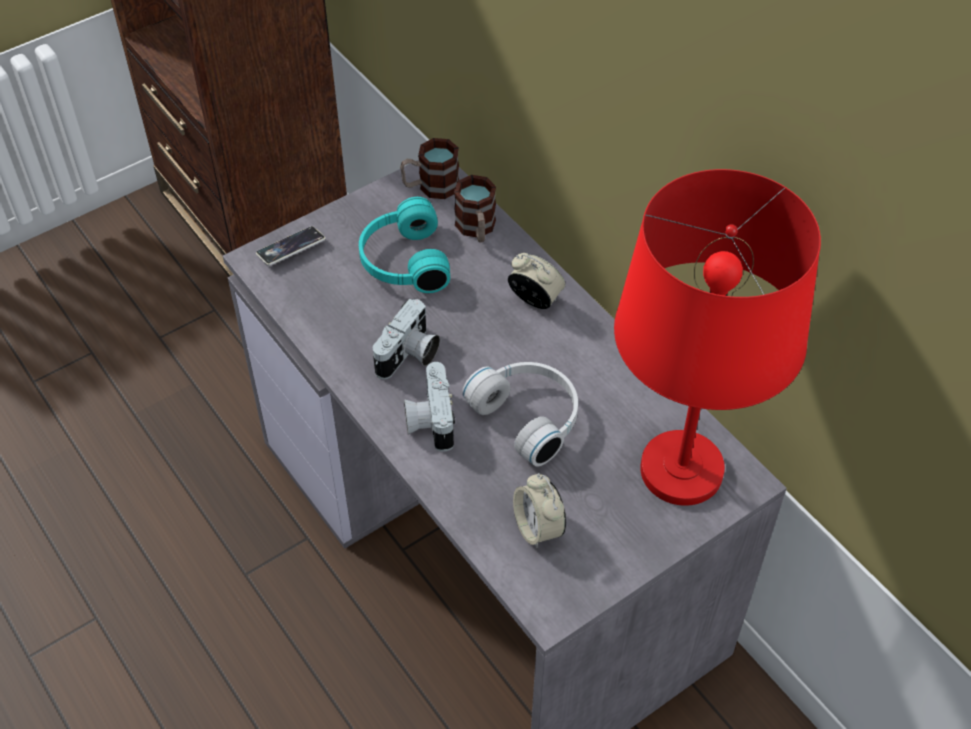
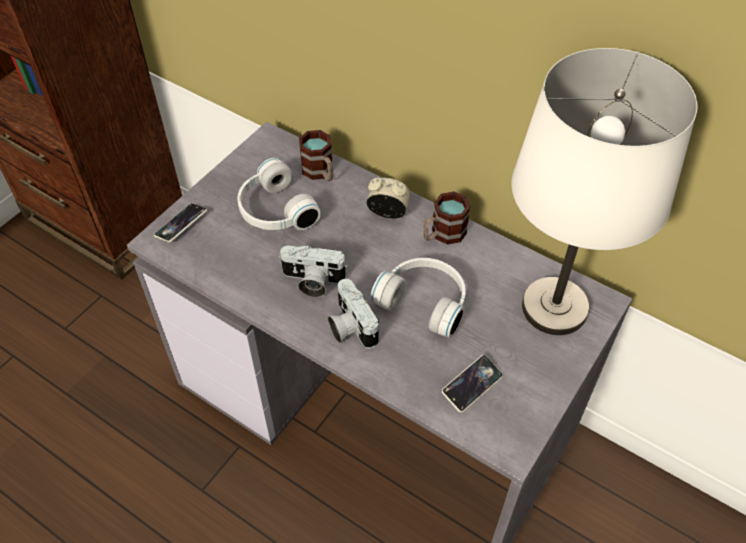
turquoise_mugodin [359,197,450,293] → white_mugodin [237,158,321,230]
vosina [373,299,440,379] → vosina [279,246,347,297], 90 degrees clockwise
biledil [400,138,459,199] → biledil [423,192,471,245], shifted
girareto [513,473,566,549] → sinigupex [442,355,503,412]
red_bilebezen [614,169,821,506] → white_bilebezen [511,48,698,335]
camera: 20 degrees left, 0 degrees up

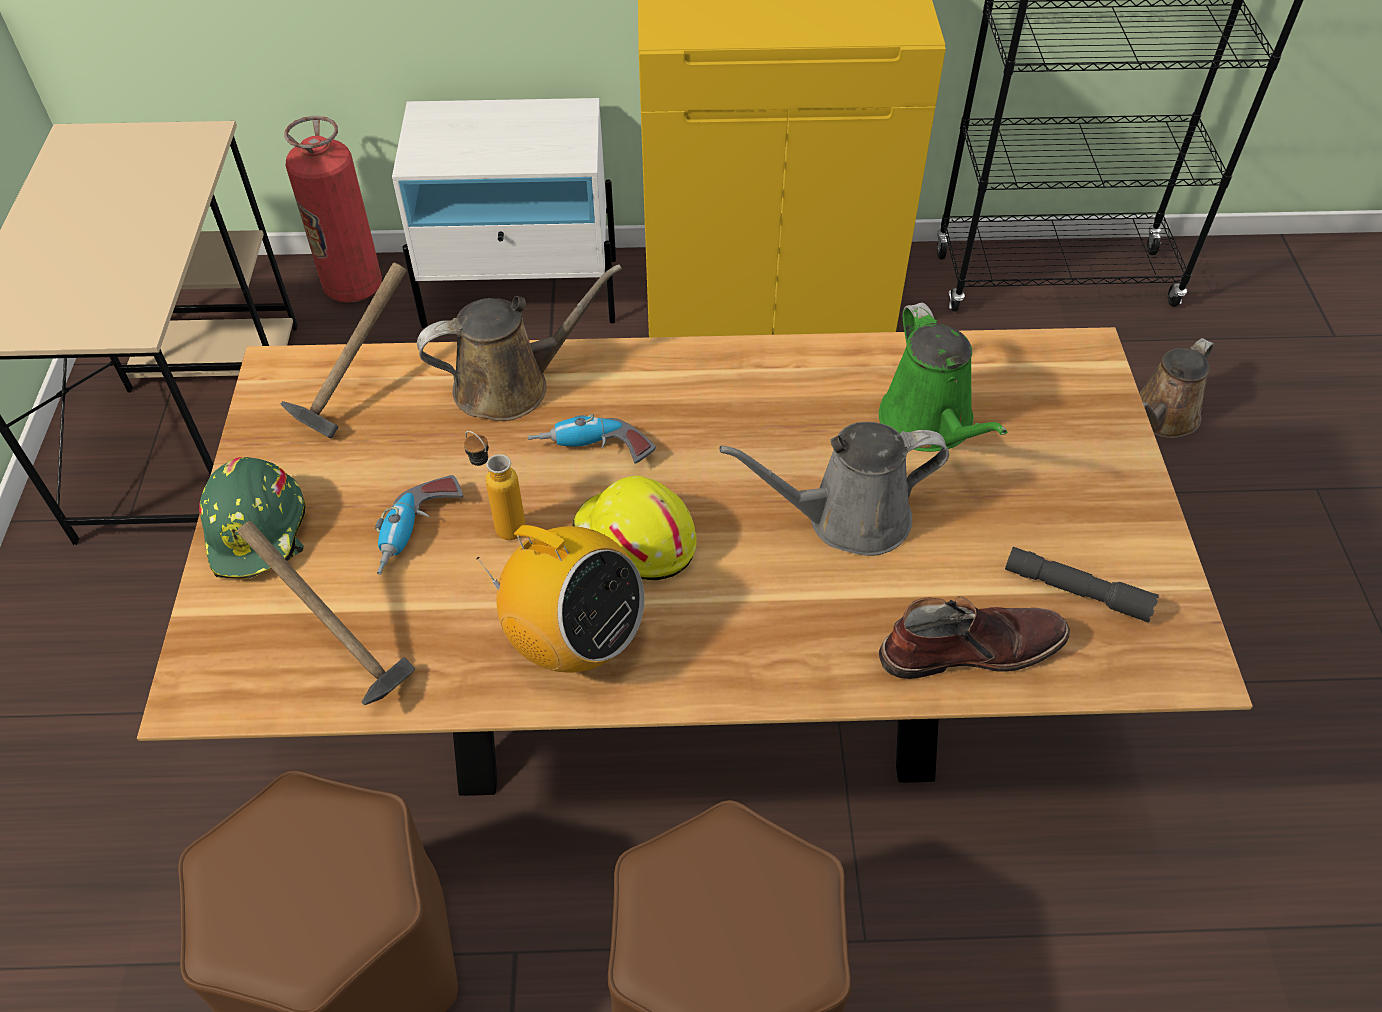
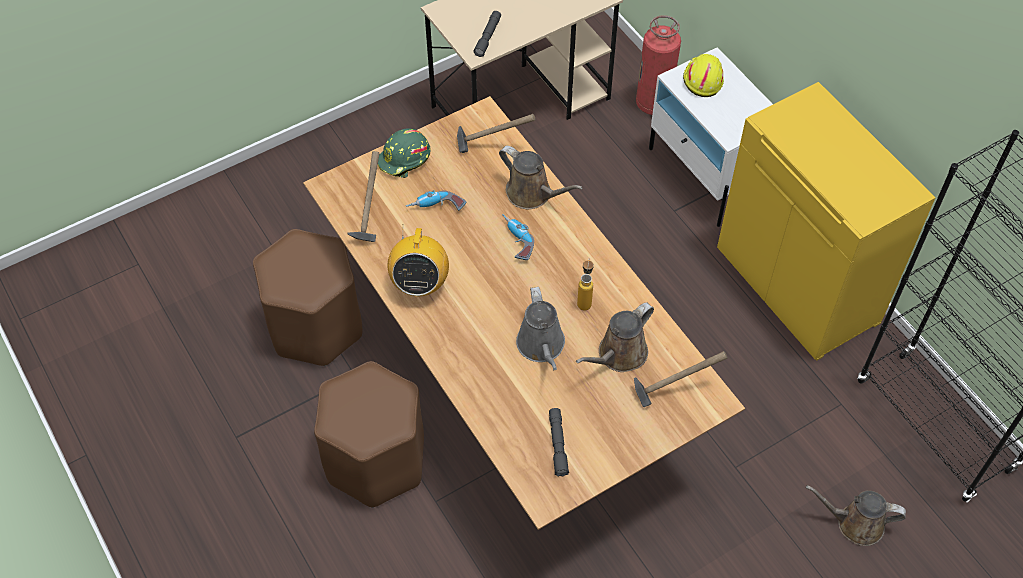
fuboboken [464,431,526,540] → fuboboken [577,260,594,311], shifted
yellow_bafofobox [573,476,697,580] → yellow_bafofobox [683,54,724,97], shifted
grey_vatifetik [719,422,949,556] → grey_vatifetik [516,287,565,370], 150 degrees counterclockwise
green_vatifetik [879,303,1007,452] → brown_vatifetik [576,303,654,372]
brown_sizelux [879,596,1070,679] → -
- → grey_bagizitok [473,11,501,57]
- → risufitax [634,351,728,407]
camera: 60 degrees right, 5 degrees up

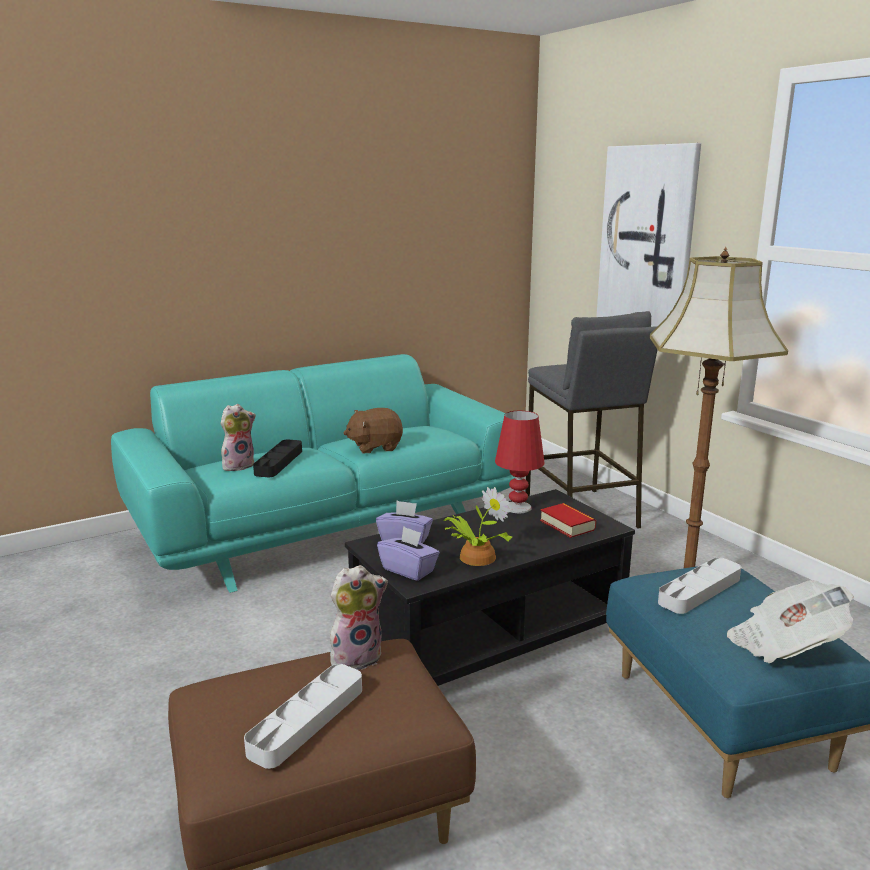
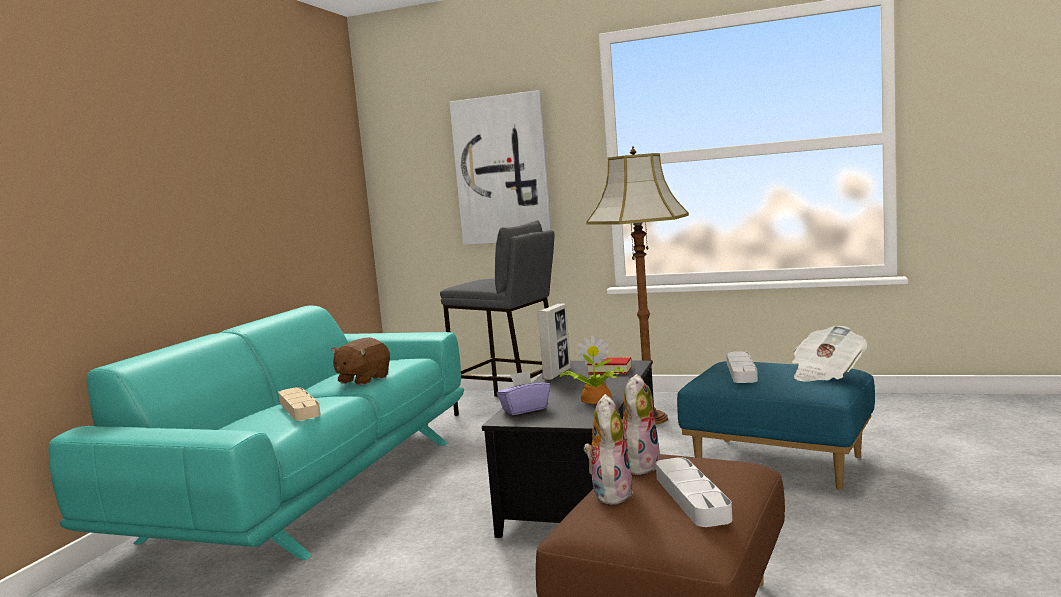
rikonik [221,404,256,471] → rikonik [584,394,633,505], shifted
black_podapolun [253,440,302,477] → beige_podapolun [278,387,321,421]
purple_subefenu [377,526,440,581] → -
red_bilebezen [495,411,545,513] → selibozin [537,303,571,380]
camera: 40 degrees left, 10 degrees down

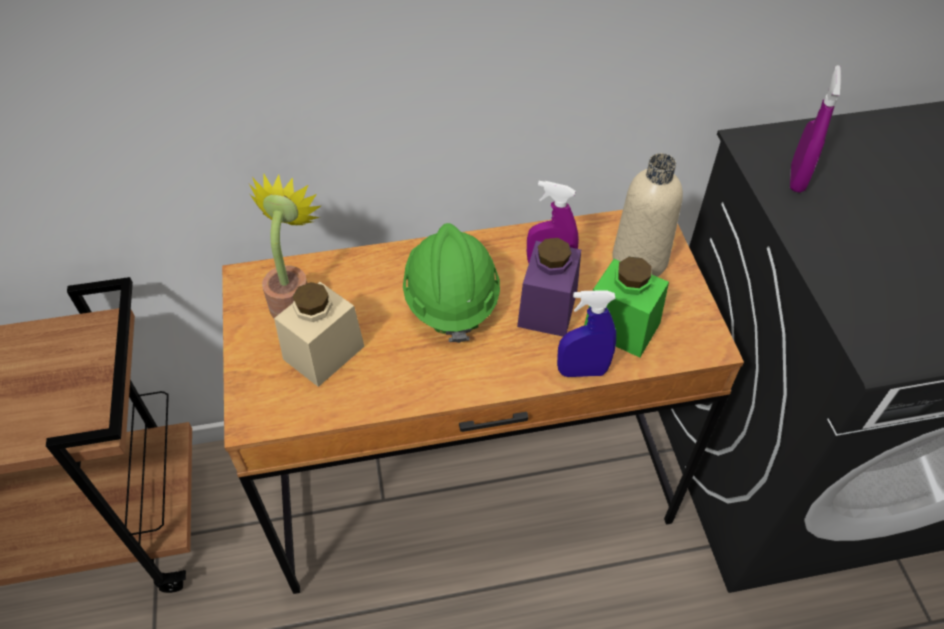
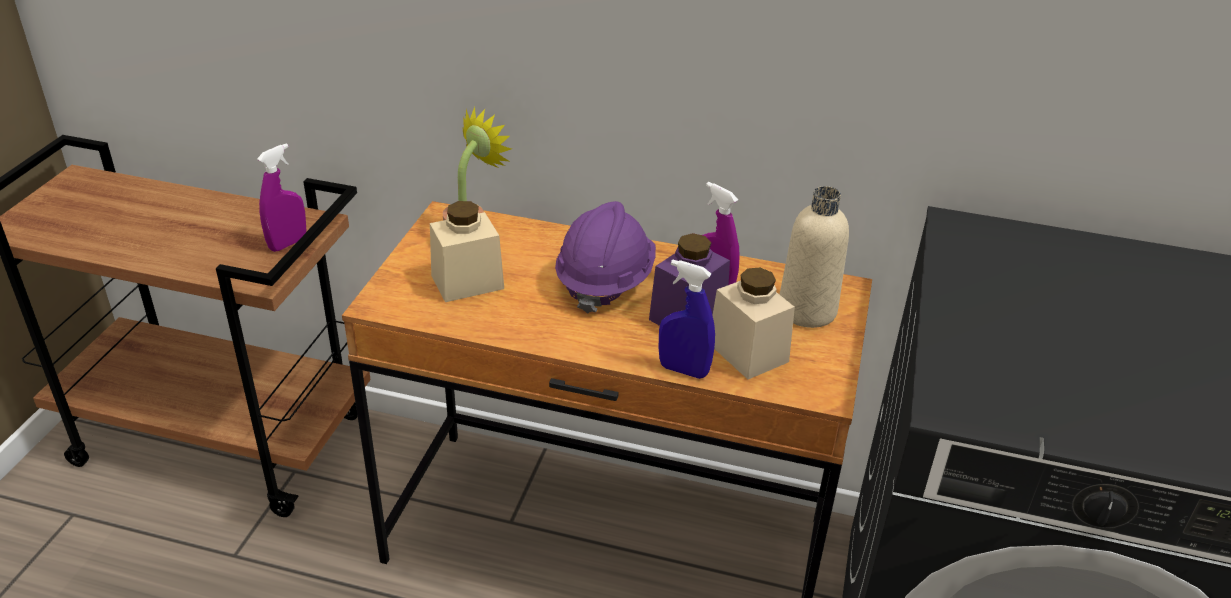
green_bafofobox [403,223,500,343] → purple_bafofobox [555,201,656,313]
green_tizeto [584,257,669,358] → beige_tizeto [712,268,795,379]
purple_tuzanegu [790,65,841,193] → purple_tuzanegu [257,143,306,252], shifted
camera: 25 degrees right, 15 degrees down

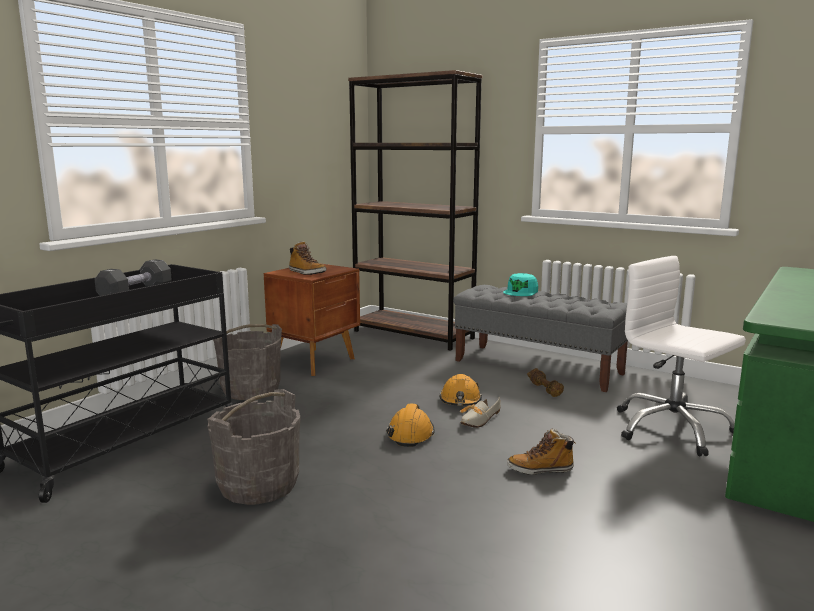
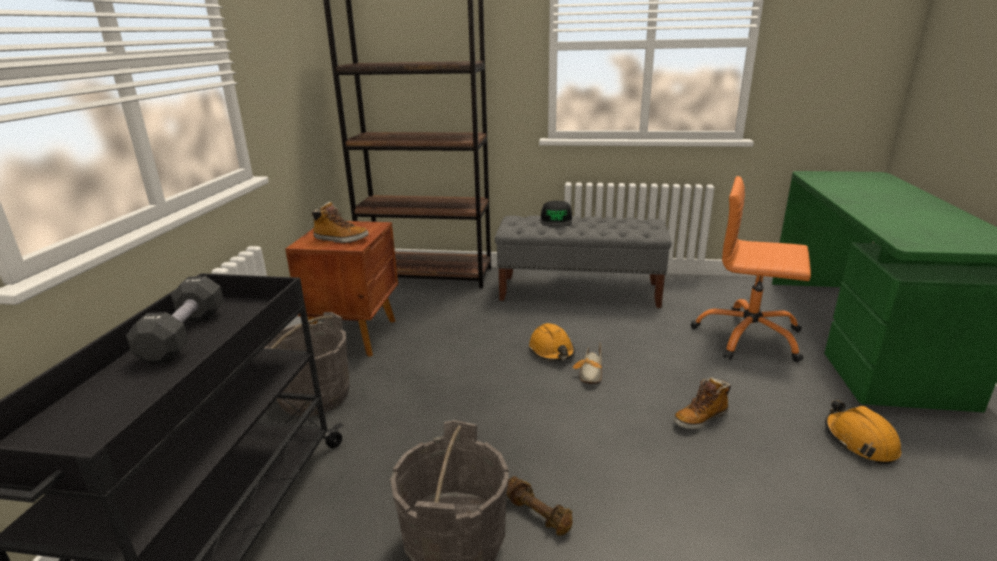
orange_bafofobox [386,403,435,447] → orange_bafofobox [825,400,901,464], shifted
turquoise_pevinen [503,273,538,296] → black_pevinen [541,201,572,227]
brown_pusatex [527,368,564,397] → brown_pusatex [507,476,573,536], shifted
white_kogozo [617,256,746,456] → orange_kogozo [691,176,811,362]
camera: 25 degrees left, 10 degrees up

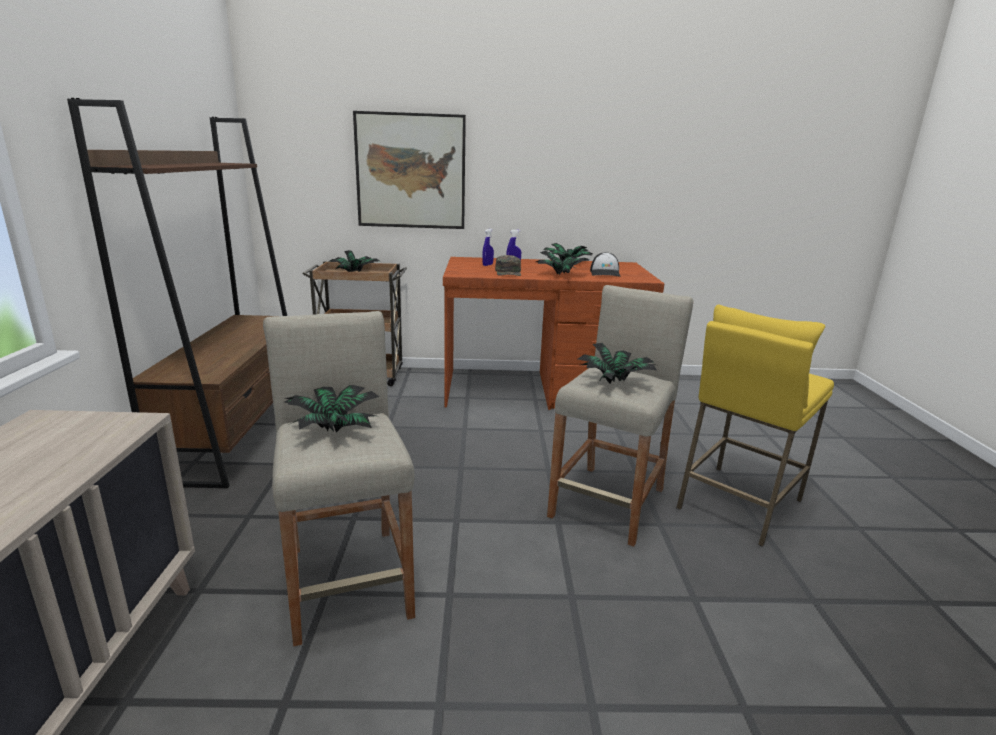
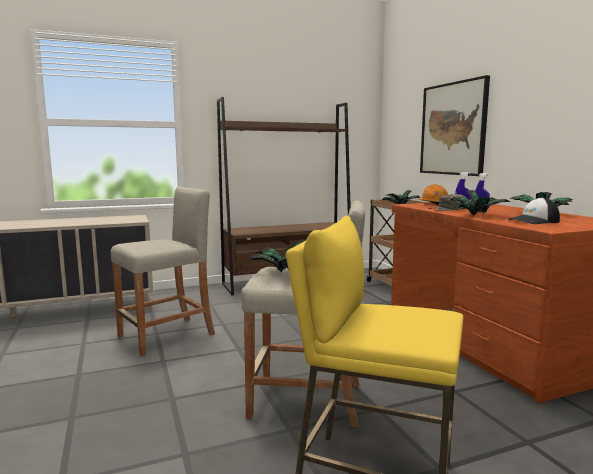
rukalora [284,385,379,433] → -
- → orange_bafofobox [418,184,448,205]
camera: 70 degrees right, 10 degrees down

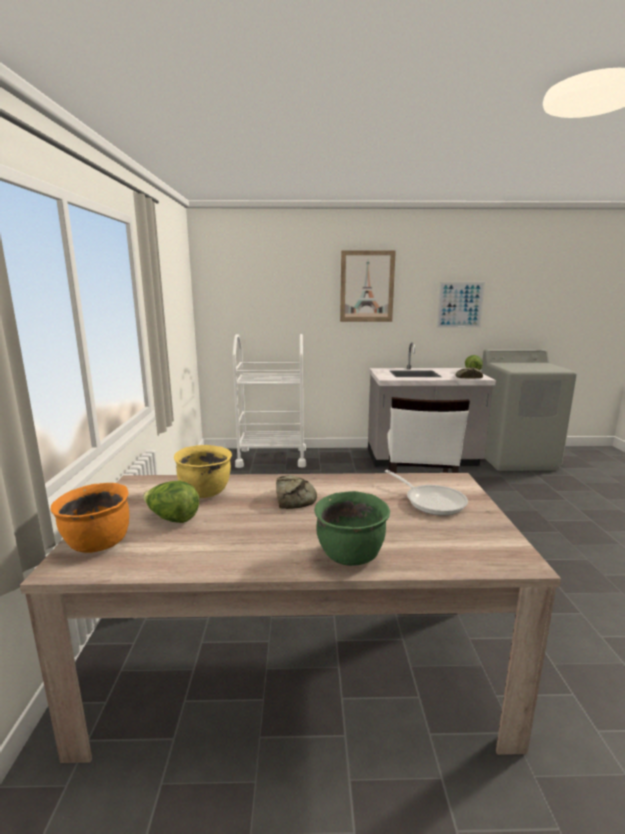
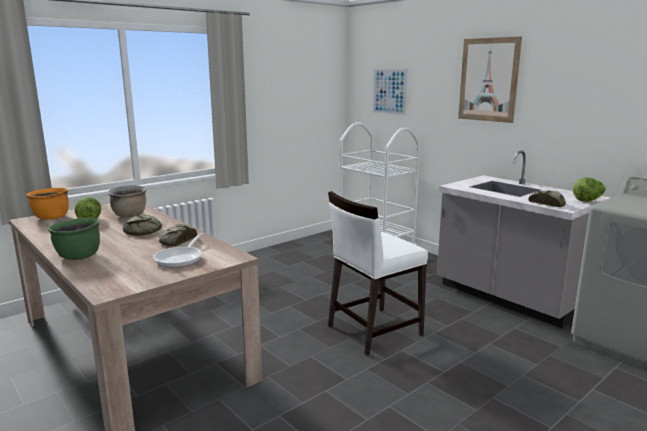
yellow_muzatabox [174,445,232,498] → brown_muzatabox [108,185,147,218]
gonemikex [436,282,485,328] → gonemikex [373,68,408,116], shifted
- → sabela [159,224,197,246]
camera: 50 degrees right, 0 degrees up

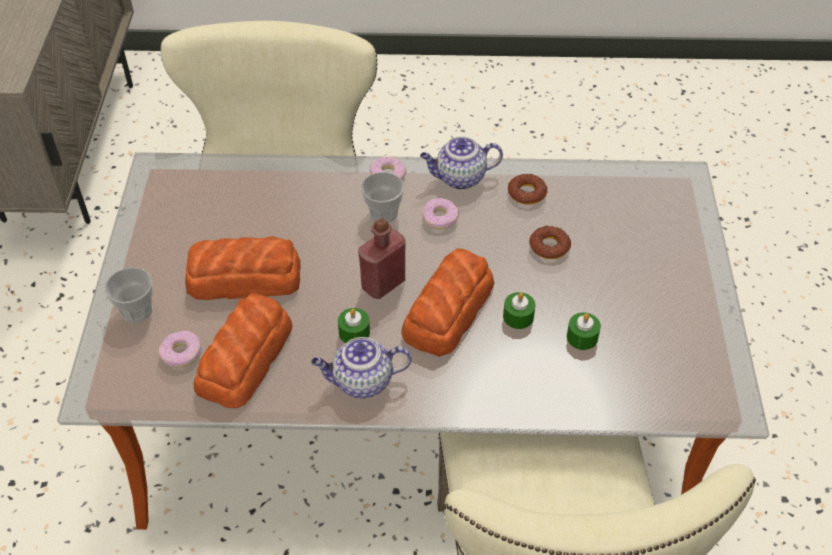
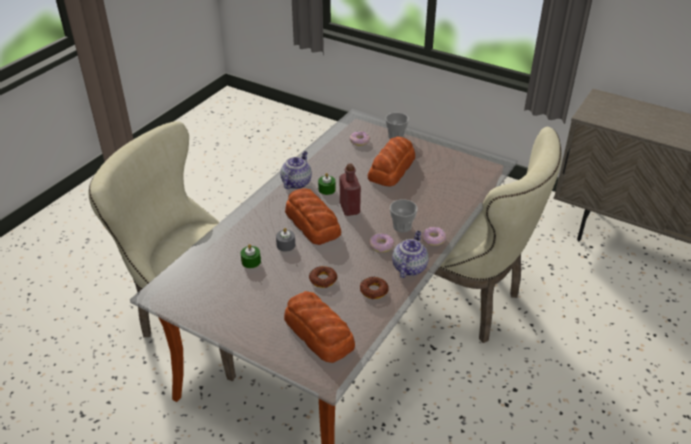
sabela [194,293,292,408] → sabela [284,291,355,363], shifted
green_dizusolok [503,292,535,329] → grey_dizusolok [276,228,295,252]
camera: 120 degrees right, 10 degrees down

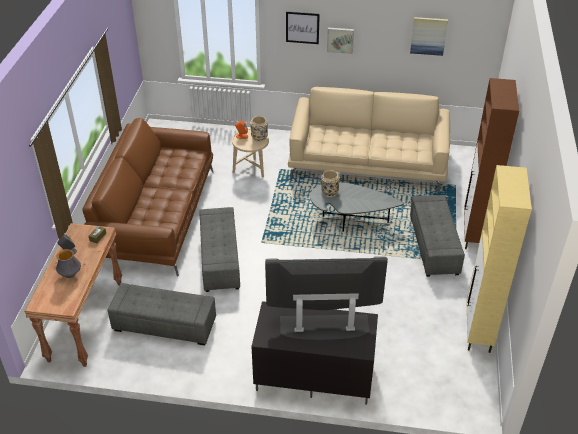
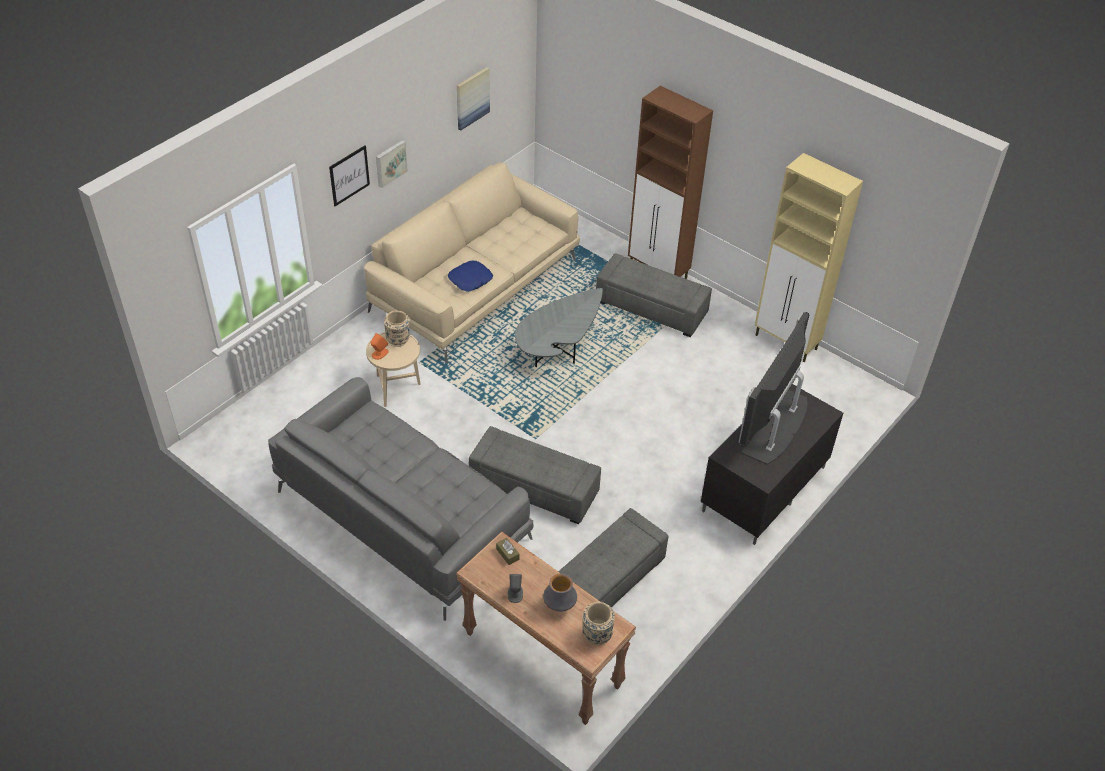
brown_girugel [82,118,213,276] → grey_girugel [268,377,534,621]
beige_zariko [321,170,340,197] → beige_zariko [582,602,615,645], shifted
- → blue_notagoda [448,261,493,292]
camera: 60 degrees left, 5 degrees up

